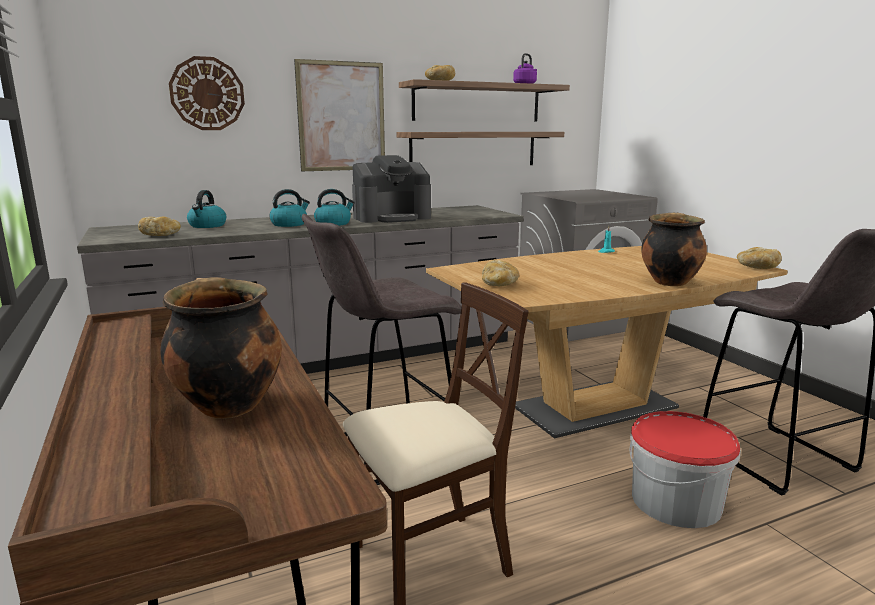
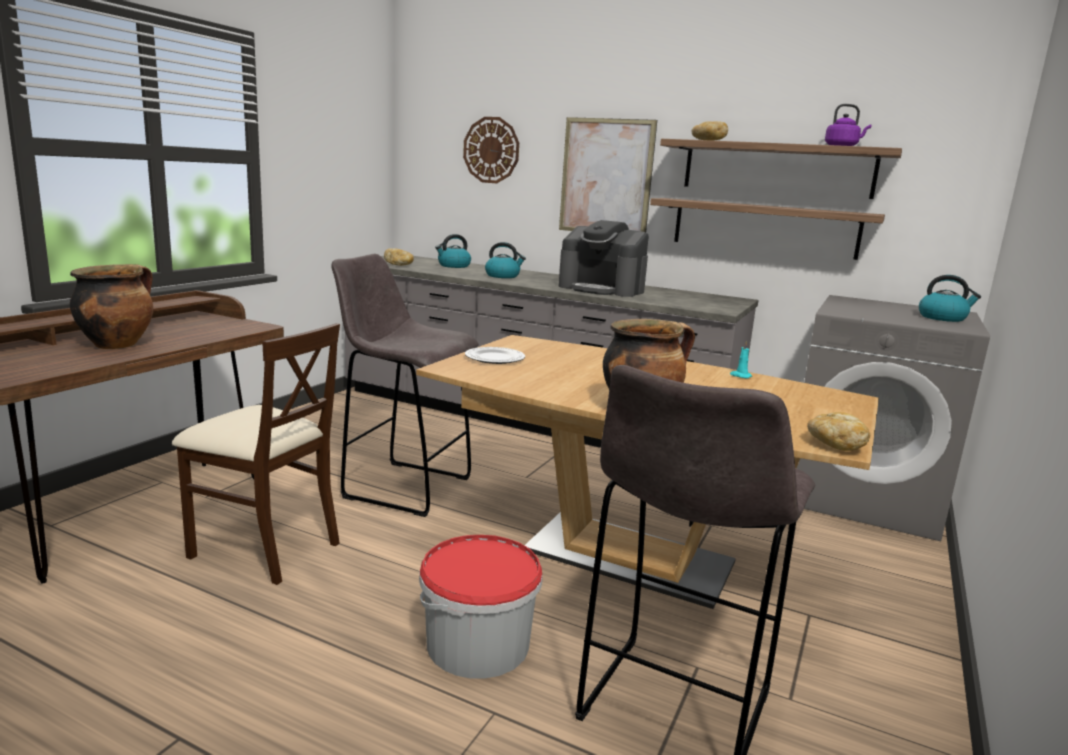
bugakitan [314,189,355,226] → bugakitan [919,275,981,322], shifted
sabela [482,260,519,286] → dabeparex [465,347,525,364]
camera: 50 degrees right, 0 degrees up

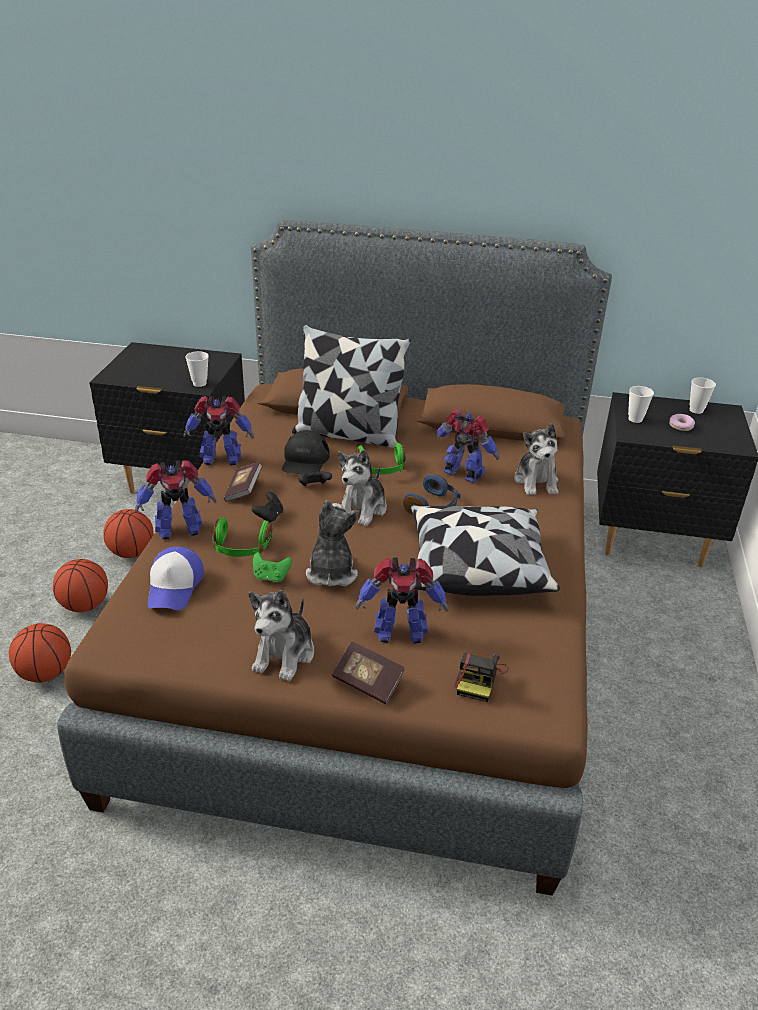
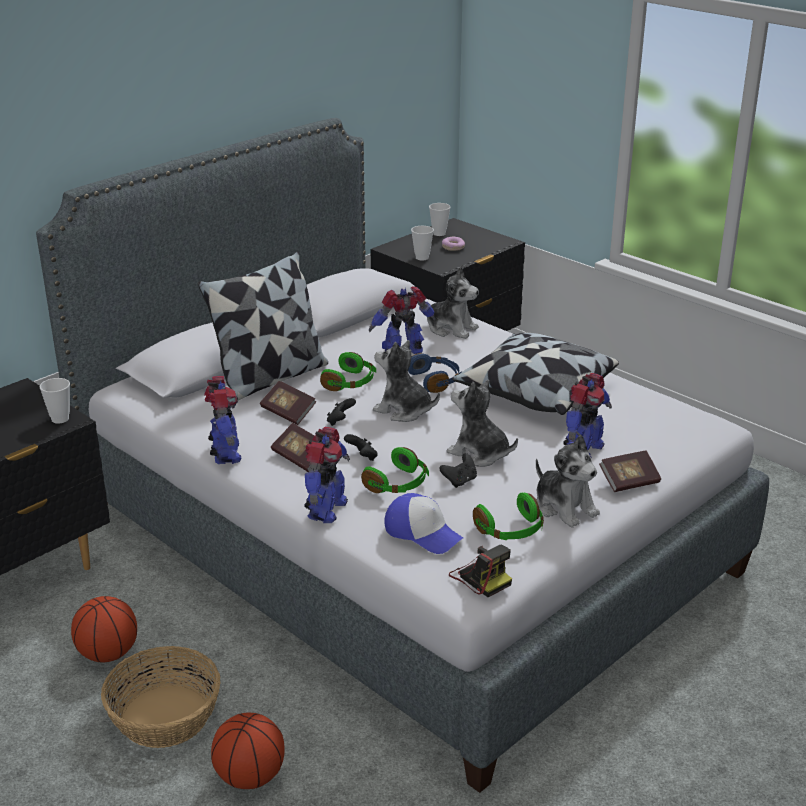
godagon [53,559,108,612] → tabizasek [101,646,221,748]
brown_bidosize [57,220,612,896] → grey_bidosize [36,118,769,793]
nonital [183,396,254,465] → nonital [204,376,241,464], 45 degrees counterclockwise
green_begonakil [253,552,292,583] → black_begonakil [439,453,477,488]
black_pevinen [282,430,330,474] → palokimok [260,381,316,425]
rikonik [338,449,387,526] → rikonik [373,340,440,422], 150 degrees clockwise
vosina [454,653,509,702] → vosina [449,545,512,597], shifted
- → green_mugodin [473,493,544,540]
camera: 55 degrees left, 5 degrees down

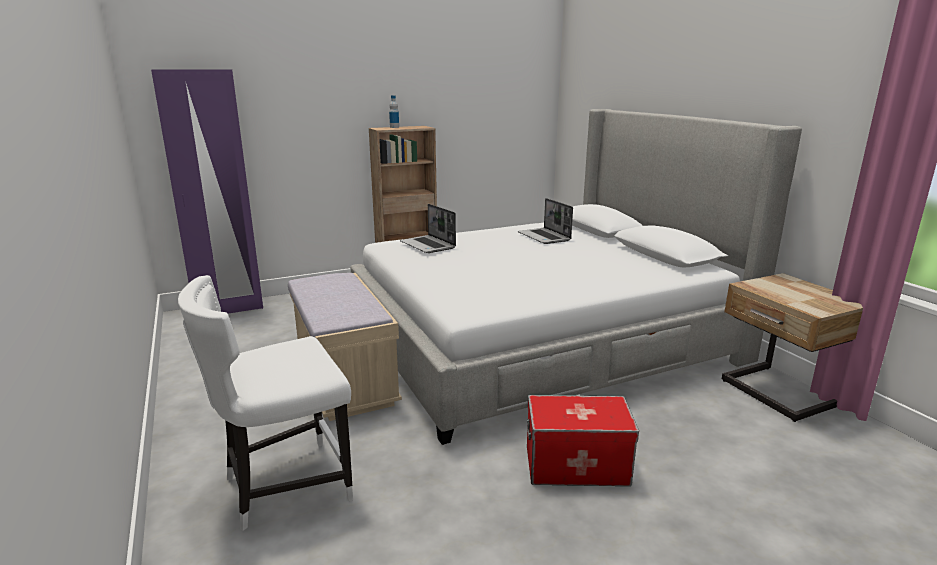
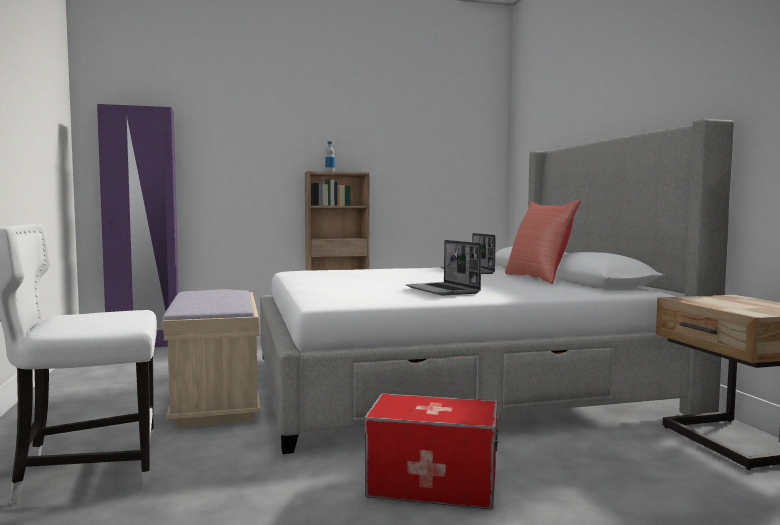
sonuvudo [400,204,456,253] → sonuvudo [406,240,481,295], shifted
- → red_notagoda [505,200,581,284]
camera: 10 degrees right, 15 degrees down

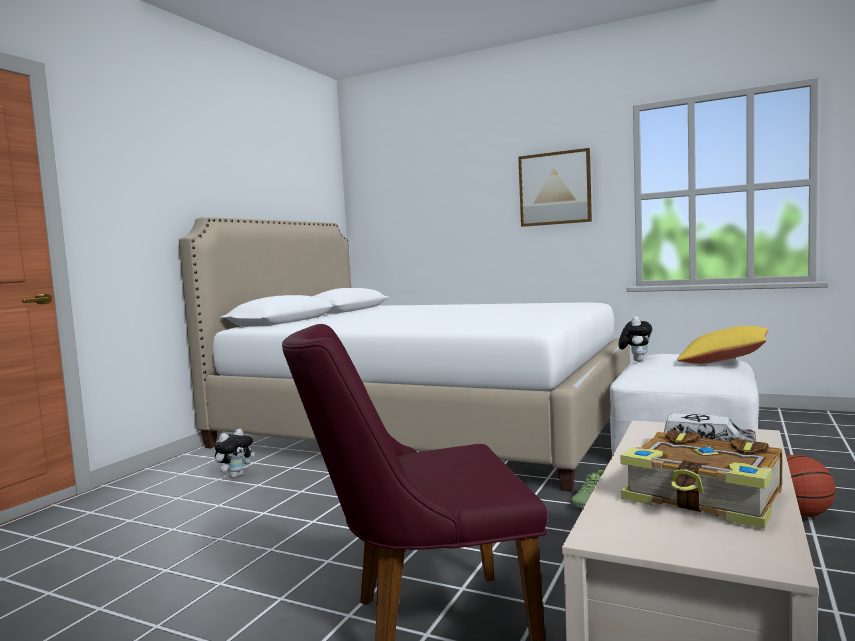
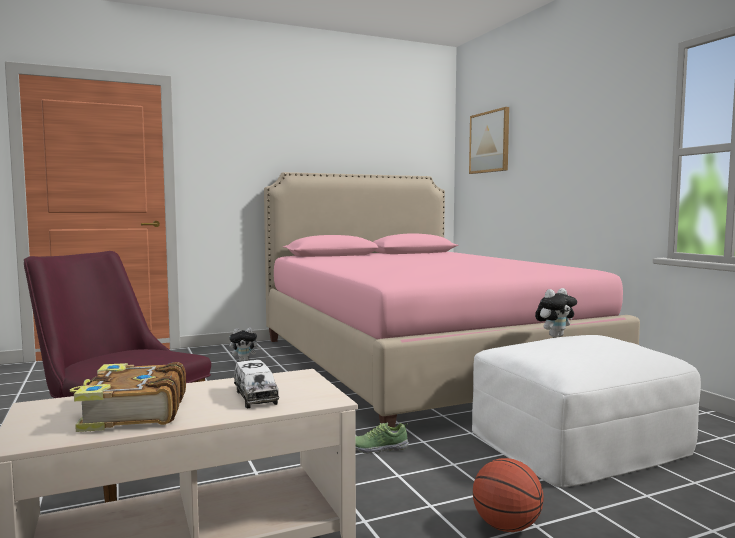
white_bidosize [179,217,630,492] → pink_bidosize [264,172,640,427]
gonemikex [518,148,592,227] → gonemikex [469,107,509,174], shifted
yellow_notagoda [677,326,769,364] → -
camera: 40 degrees right, 0 degrees up

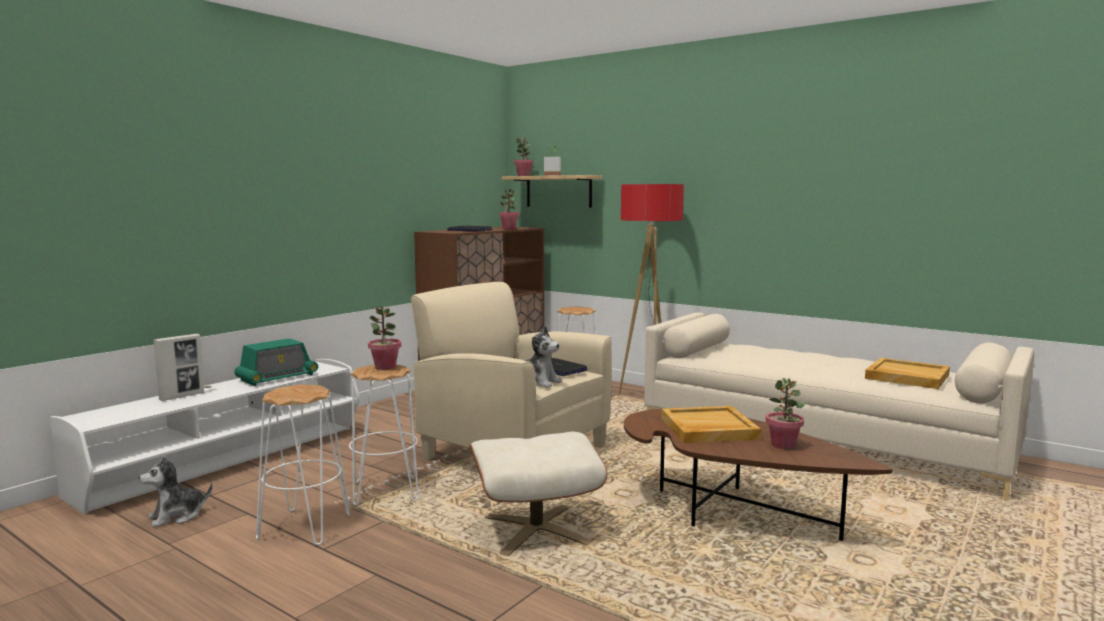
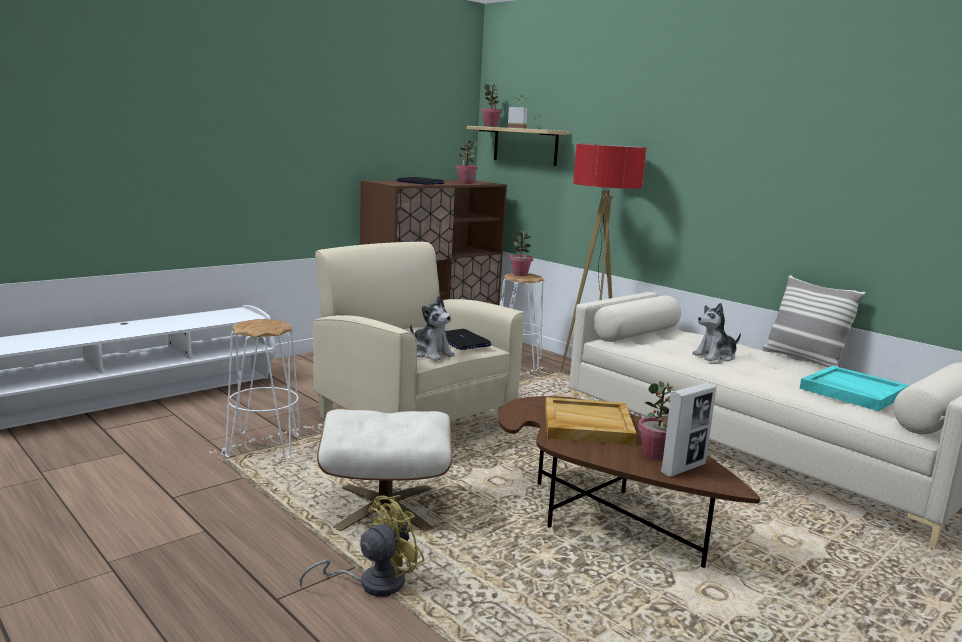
rikonik [139,456,213,527] → rikonik [692,303,741,361], shifted
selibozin [154,334,204,401] → selibozin [661,383,716,477], shifted
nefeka [234,338,318,386] → -
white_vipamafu [256,384,350,545] → -
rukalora [368,305,401,370] → rukalora [510,230,533,276], shifted
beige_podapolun [865,358,950,389] → turquoise_podapolun [799,366,909,411]
- → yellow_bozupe [300,495,425,597]
- → notagoda [762,275,866,368]
camera: 10 degrees right, 5 degrees up

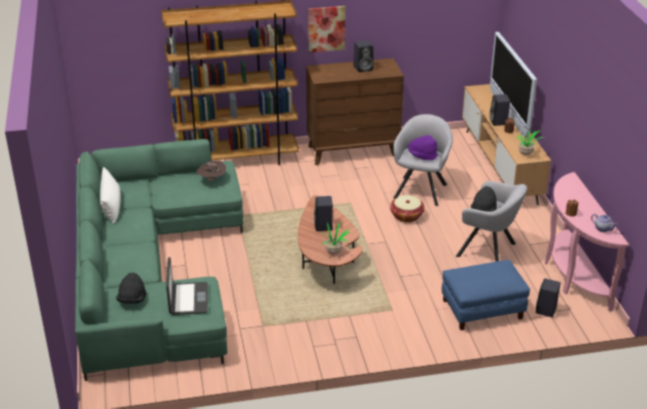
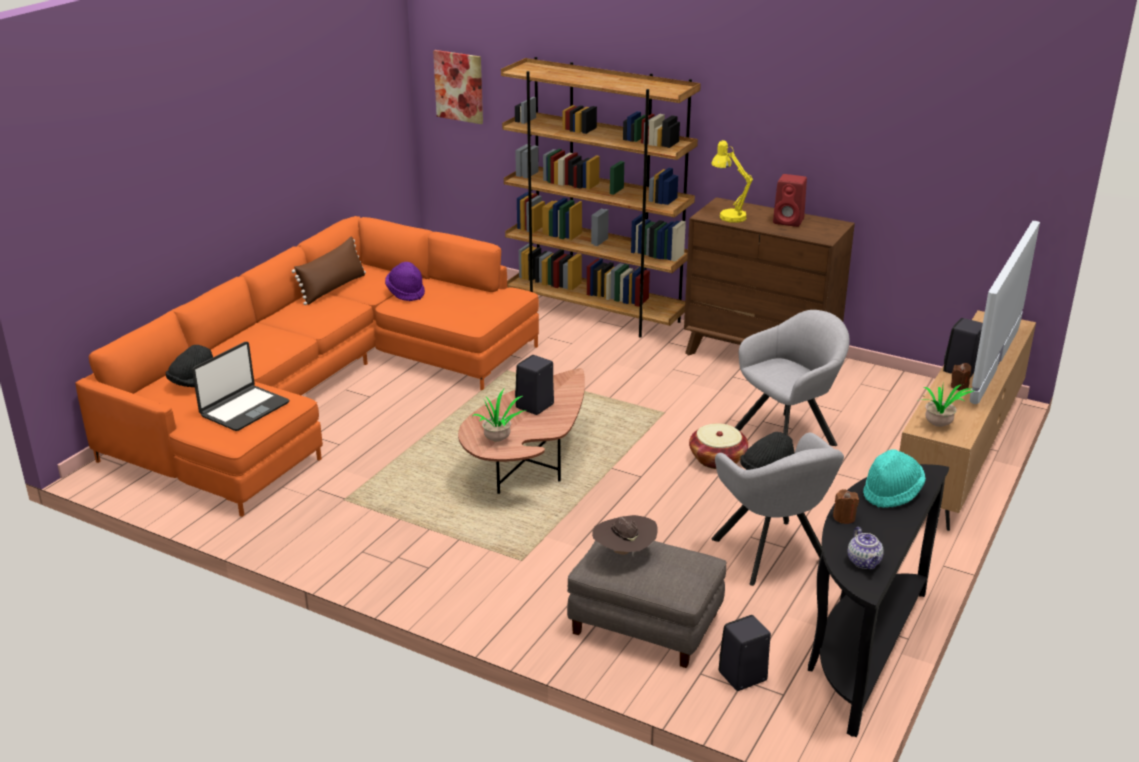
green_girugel [75,139,244,381] → orange_girugel [75,216,539,517]
white_notagoda [100,167,121,224] → brown_notagoda [292,237,366,305]
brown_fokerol [196,160,226,181] → brown_fokerol [592,515,658,556], shifted
gonemikex [308,6,346,53] → gonemikex [433,50,483,124], shifted
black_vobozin [354,40,374,72] → red_vobozin [773,174,807,227]
purple_fokerol [408,135,438,160] → purple_fokerol [385,262,425,301], shifted
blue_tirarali [442,260,530,330] → grey_tirarali [567,541,726,668]
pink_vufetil [545,172,629,311] → black_vufetil [808,464,949,737]
- → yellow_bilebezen [711,140,753,223]
- → turquoise_fokerol [863,449,926,508]
camera: 40 degrees right, 5 degrees down

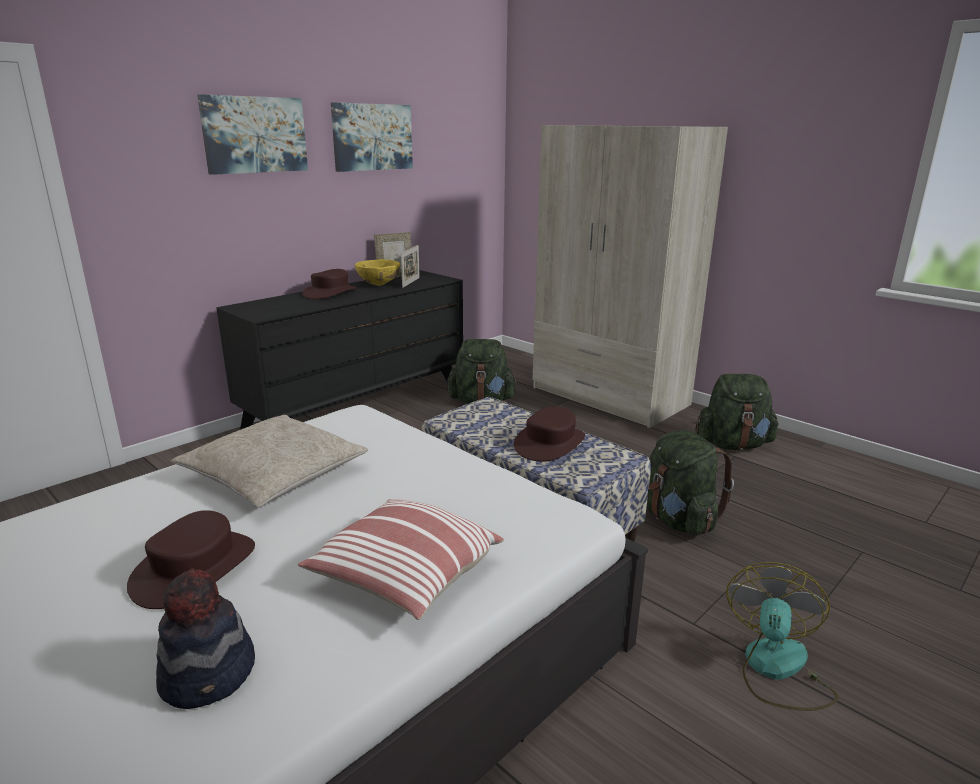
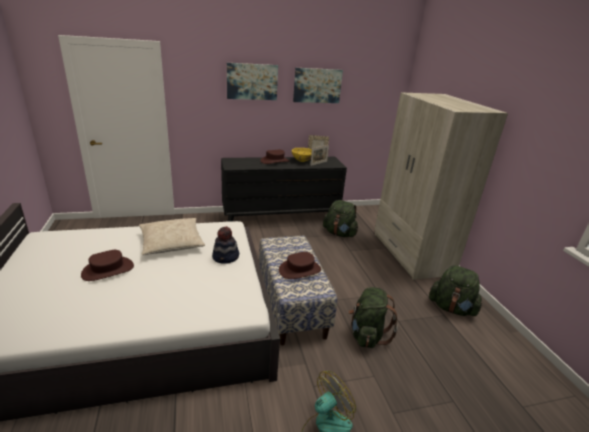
fokerol [156,568,255,709] → fokerol [212,226,239,264], shifted
notagoda [298,499,504,620] → -
camera: 30 degrees right, 5 degrees up

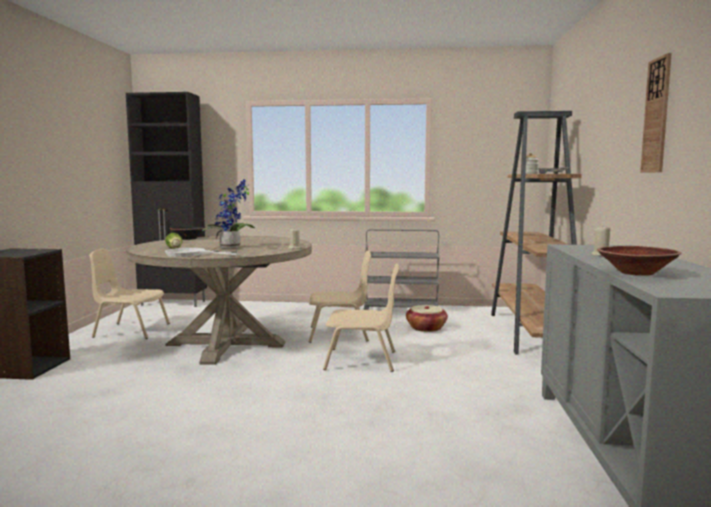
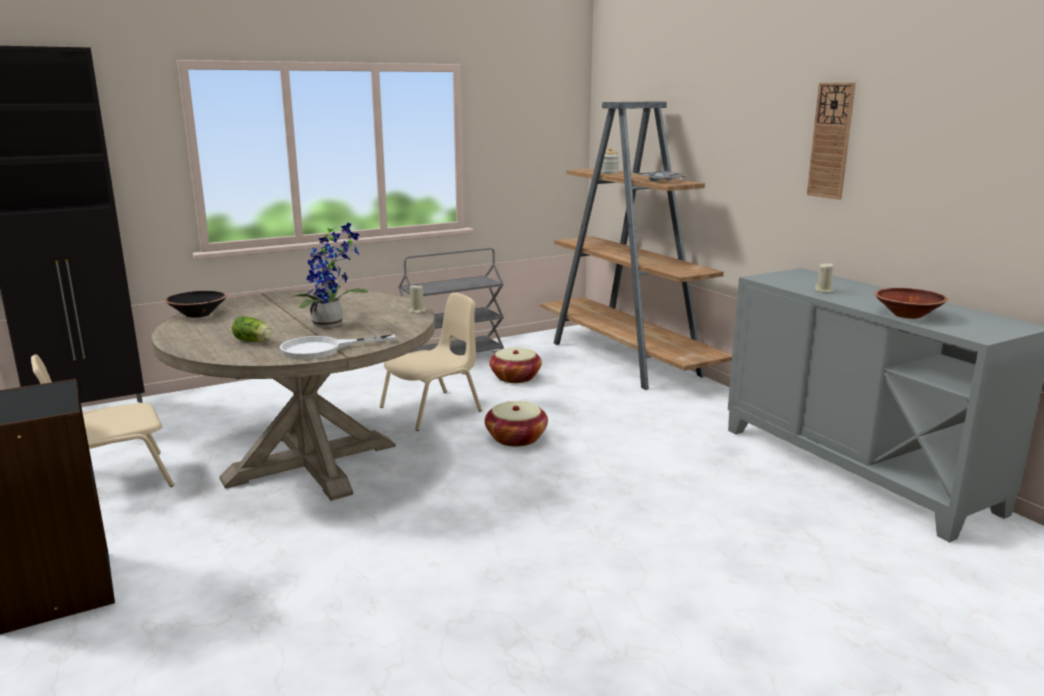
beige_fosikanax [323,263,399,372] → tabizasek [485,401,548,447]
camera: 35 degrees left, 10 degrees up

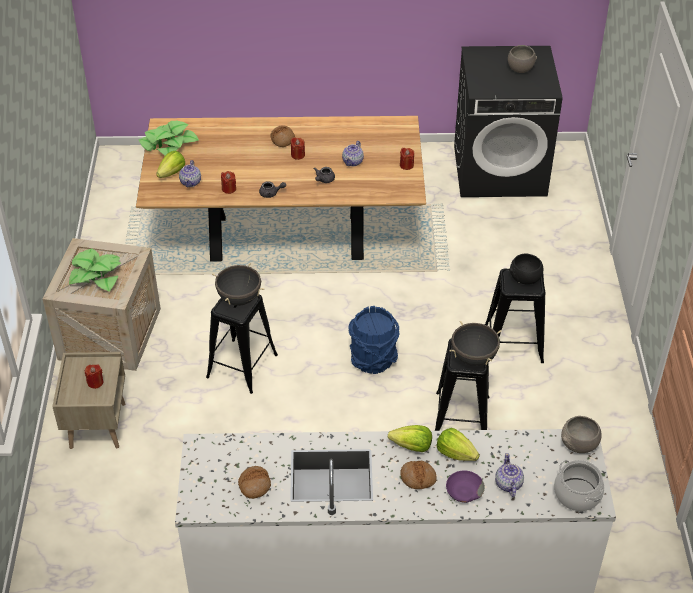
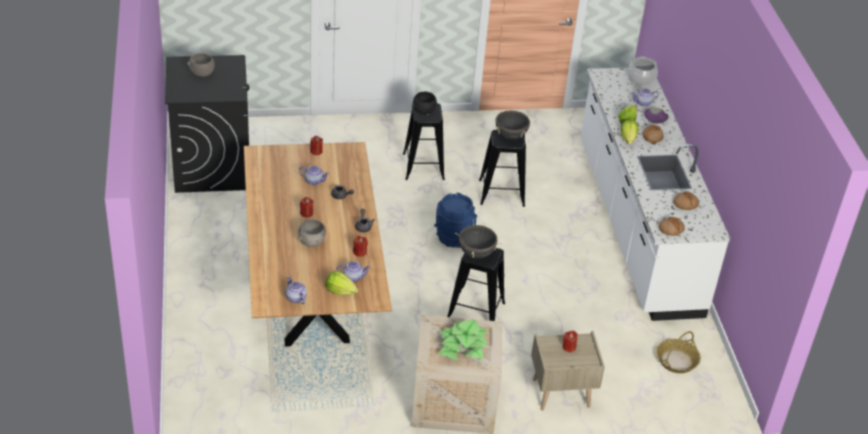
rukalora [139,121,199,155] → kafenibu [286,276,307,304]
sabela [270,125,295,147] → sabela [659,217,685,236], shifted
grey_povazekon [561,416,602,453] → grey_povazekon [298,219,326,247], shifted
- → tabizasek [656,331,701,373]
camera: 100 degrees left, 5 degrees down

